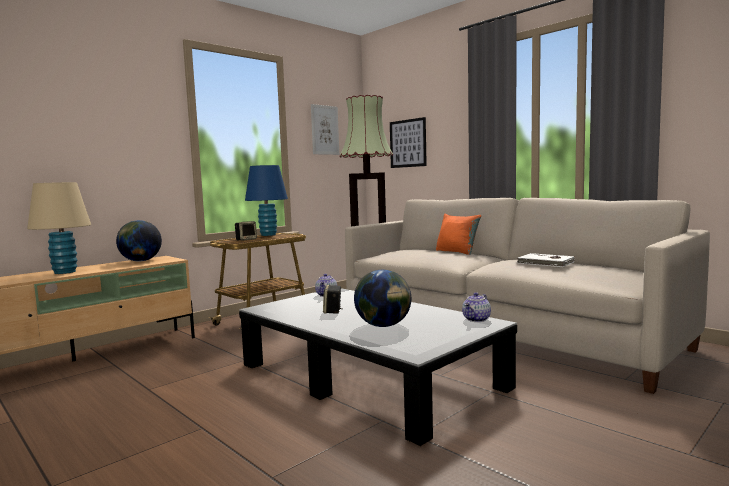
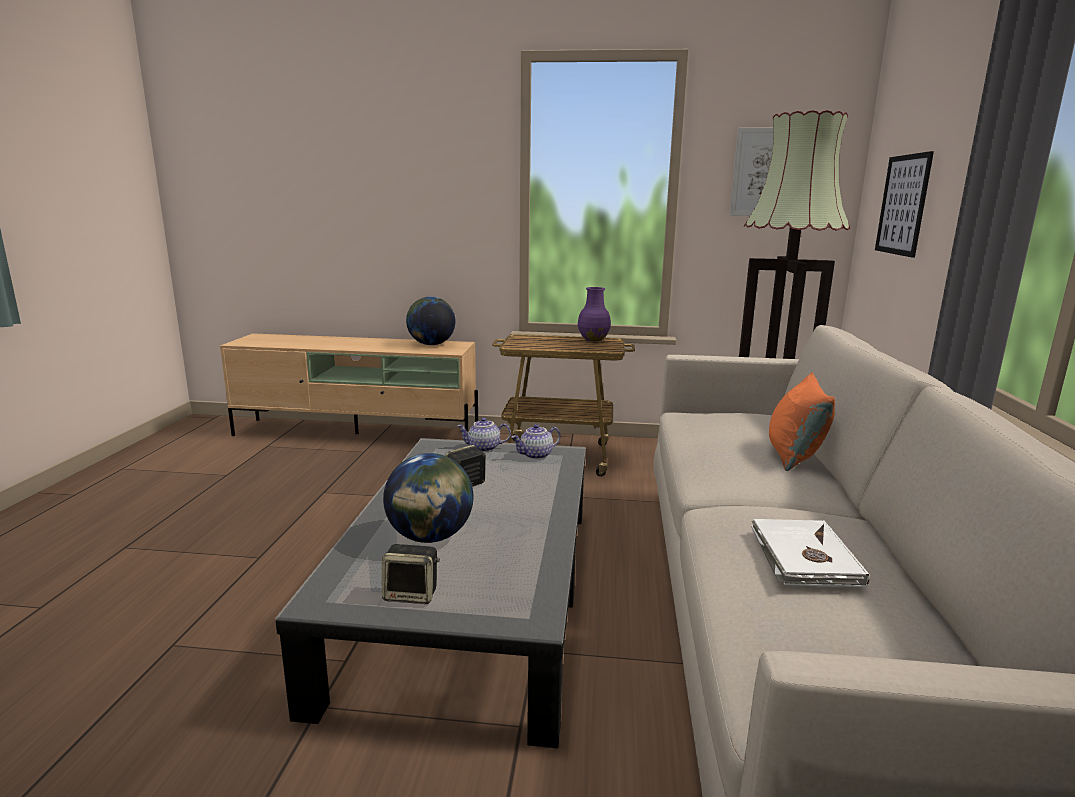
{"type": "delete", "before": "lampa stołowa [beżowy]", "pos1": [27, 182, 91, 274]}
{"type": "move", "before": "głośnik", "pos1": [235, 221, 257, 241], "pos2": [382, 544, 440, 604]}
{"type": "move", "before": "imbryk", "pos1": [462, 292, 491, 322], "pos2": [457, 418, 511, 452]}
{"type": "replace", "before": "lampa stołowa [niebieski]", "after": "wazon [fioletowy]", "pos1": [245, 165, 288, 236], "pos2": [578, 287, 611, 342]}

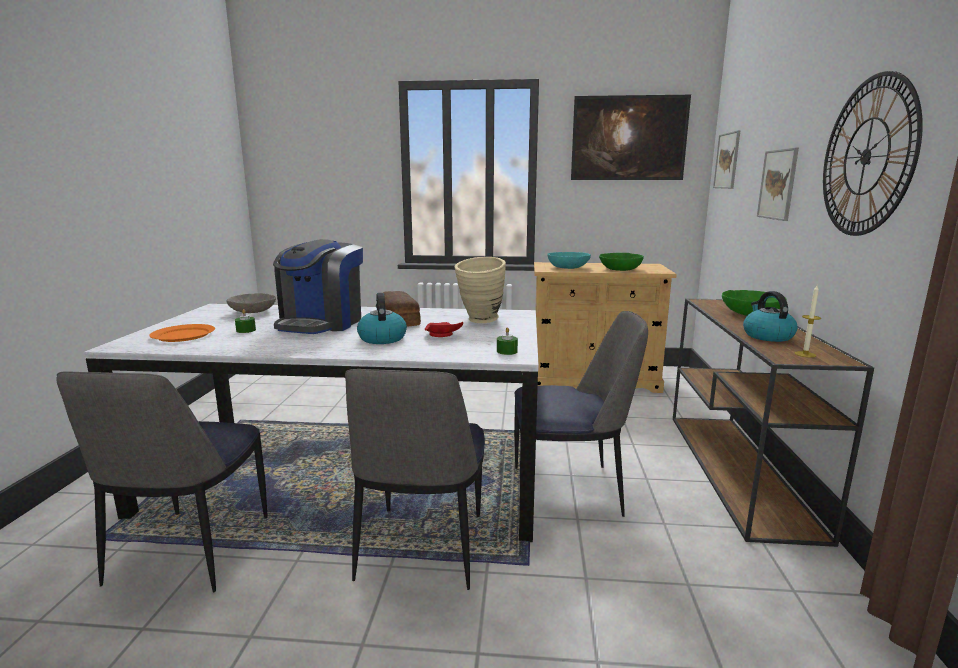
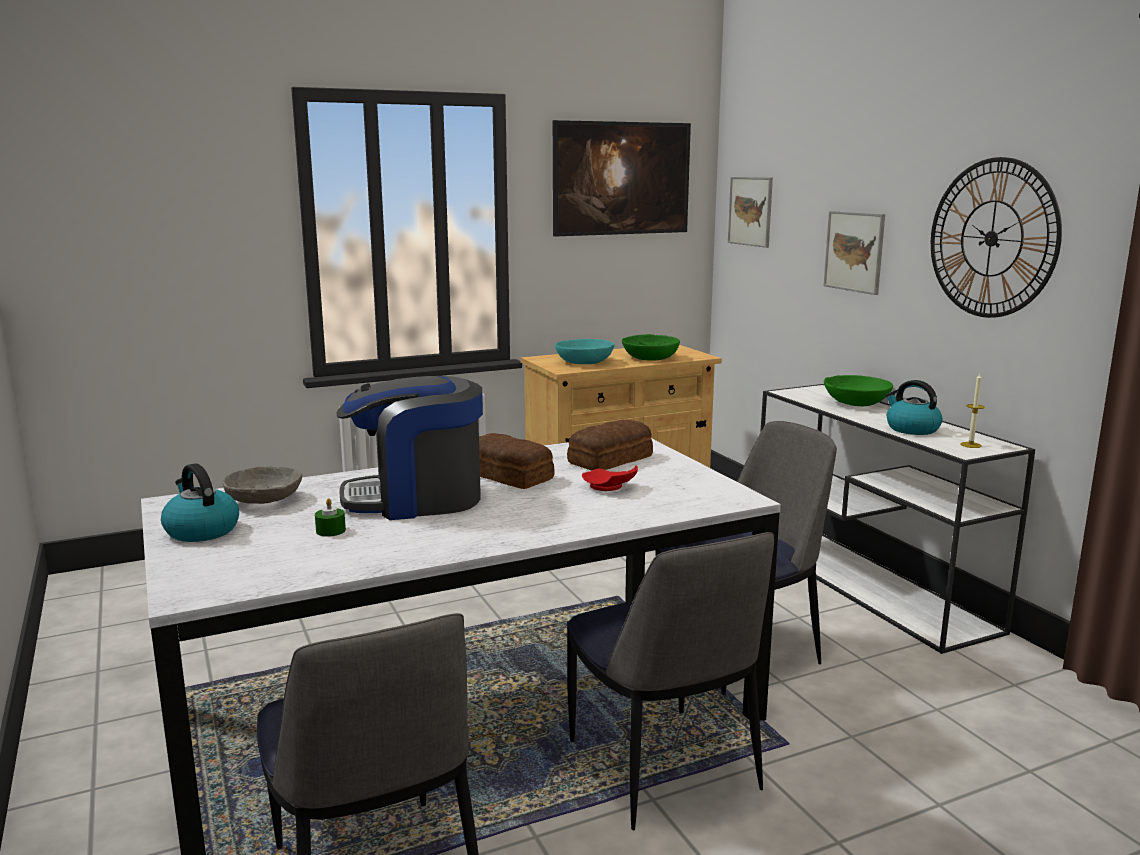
{"type": "delete", "before": "talerz [pomarańczowy]", "pos1": [149, 324, 215, 342]}
{"type": "delete", "before": "świeca [zielony]", "pos1": [497, 327, 518, 355]}
{"type": "move", "before": "czajnik", "pos1": [357, 293, 407, 344], "pos2": [161, 463, 239, 542]}
{"type": "replace", "before": "wazon [beżowy]", "after": "chleb", "pos1": [455, 257, 506, 323], "pos2": [567, 420, 653, 471]}
{"type": "recolor", "before": "stolik konsolowy [brązowy]", "after": "stolik konsolowy [biały]", "pos1": [673, 298, 874, 547], "pos2": [760, 384, 1035, 654]}
{"type": "rotate", "before": "ekspres do kawy", "pos1": [273, 239, 363, 334], "pos2": [336, 376, 483, 520], "turn": 90}

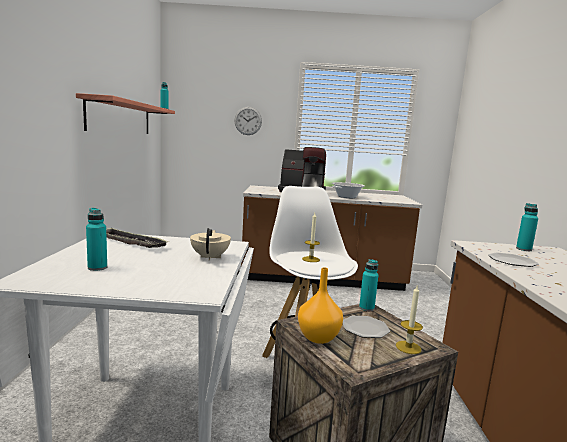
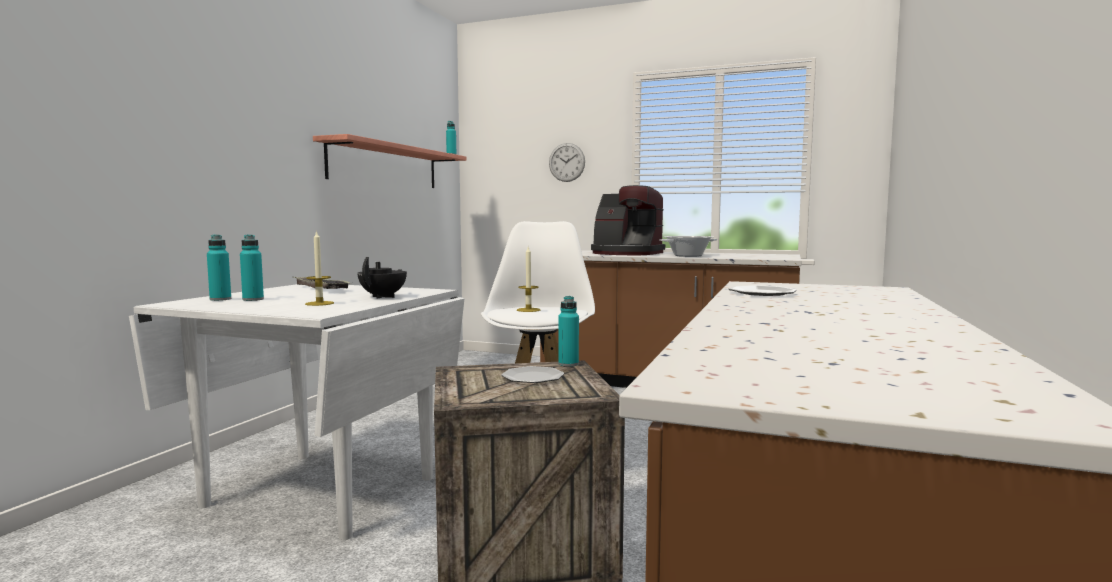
{"type": "delete", "before": "wazon [pomarańczowy]", "pos1": [298, 267, 343, 344]}
{"type": "move", "before": "świeca", "pos1": [396, 286, 423, 354], "pos2": [305, 230, 334, 306]}
{"type": "move", "before": "butelka [turkusowy]", "pos1": [516, 203, 538, 251], "pos2": [207, 234, 231, 301]}
{"type": "recolor", "before": "imbryk [beżowy]", "after": "imbryk [czarny]", "pos1": [190, 228, 231, 261], "pos2": [357, 257, 407, 299]}

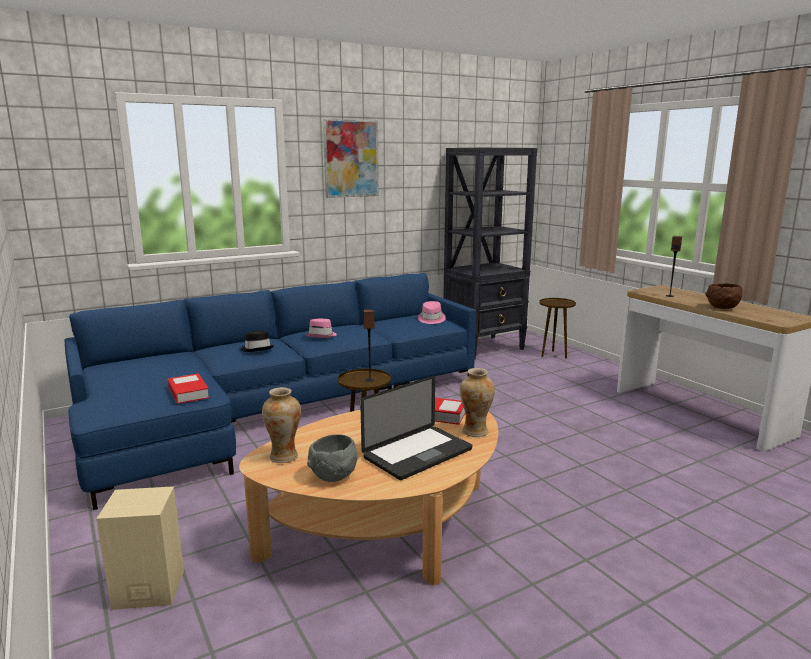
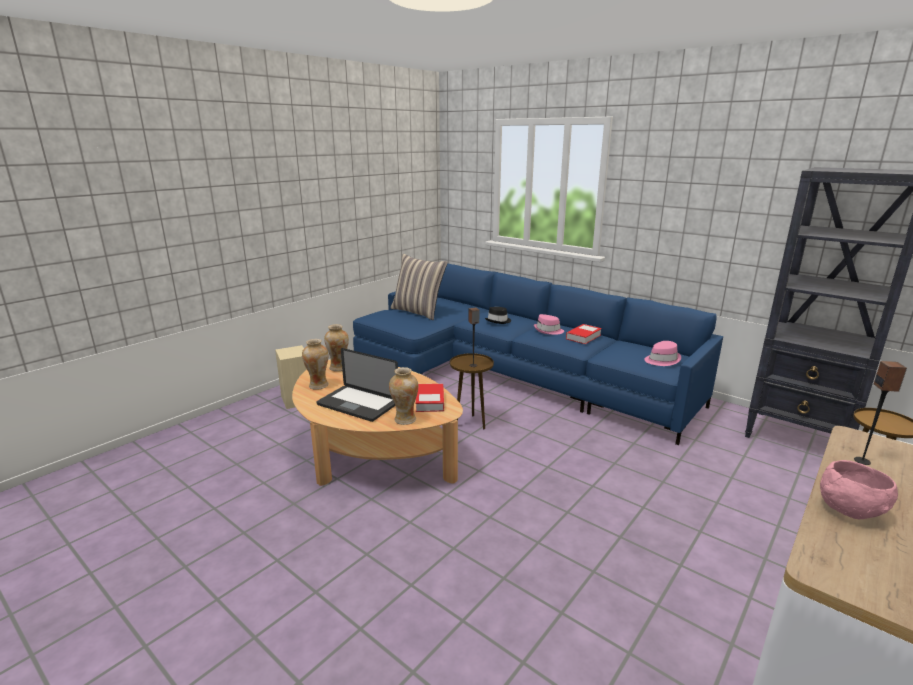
{"type": "delete", "before": "obraz", "pos1": [323, 119, 379, 198]}
{"type": "insert", "after": "poduszka", "pos2": [391, 253, 448, 320]}
{"type": "move", "before": "książka", "pos1": [168, 373, 209, 404], "pos2": [566, 324, 602, 344]}
{"type": "replace", "before": "miska [szary]", "after": "wazon", "pos1": [307, 434, 358, 482], "pos2": [302, 339, 329, 390]}
{"type": "recolor", "before": "miska [brązowy]", "after": "miska [różowy]", "pos1": [705, 283, 743, 309], "pos2": [820, 460, 898, 519]}

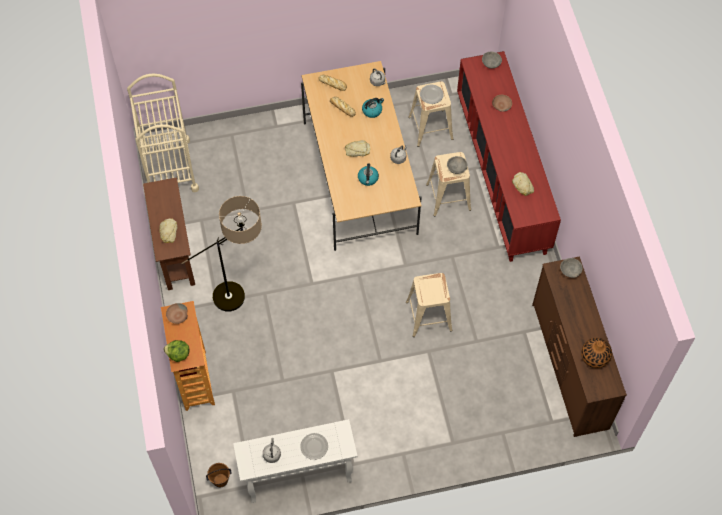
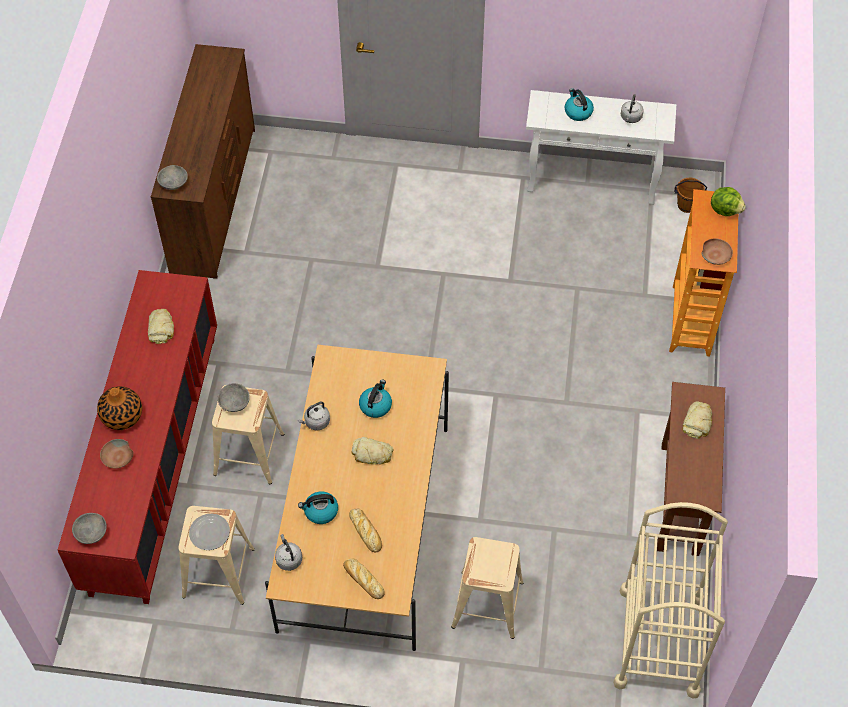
{"type": "delete", "before": "lampa stojąca", "pos1": [181, 196, 262, 311]}
{"type": "move", "before": "stołek [beżowy]", "pos1": [406, 273, 452, 337], "pos2": [451, 537, 523, 639]}
{"type": "move", "before": "wazon", "pos1": [581, 338, 612, 368], "pos2": [97, 386, 142, 430]}
{"type": "replace", "before": "talerz", "after": "czajnik", "pos1": [300, 433, 328, 460], "pos2": [565, 88, 594, 121]}

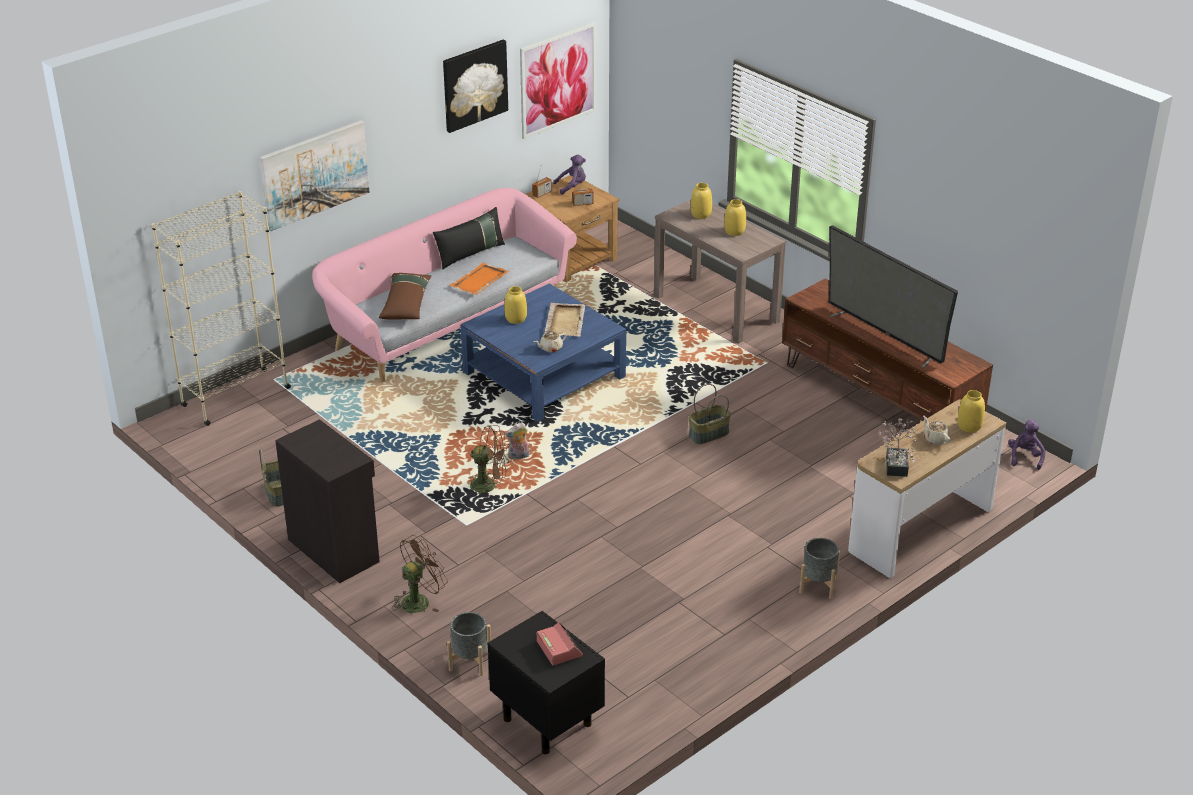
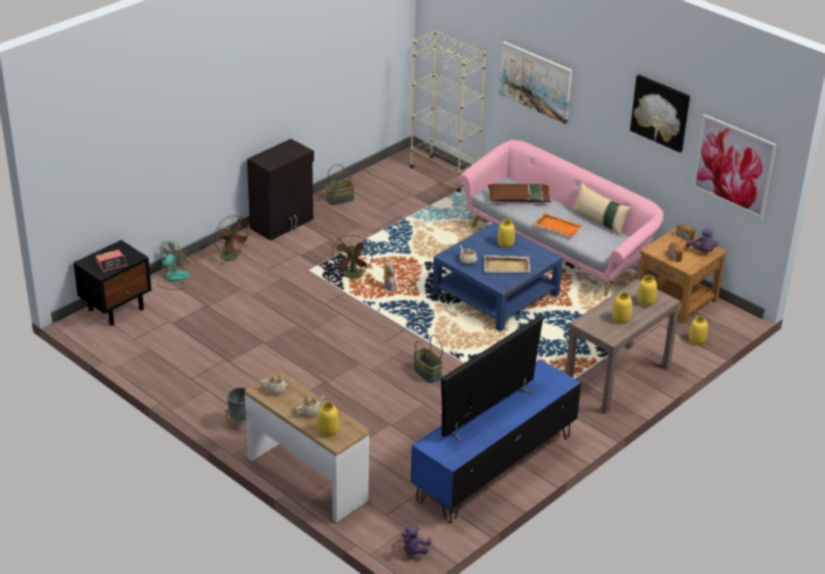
{"type": "insert", "after": "wazon [żółty]", "pos2": [689, 316, 708, 345]}
{"type": "replace", "before": "donica [szary]", "after": "wentylator", "pos1": [447, 612, 491, 676], "pos2": [157, 241, 191, 290]}
{"type": "replace", "before": "roślina doniczkowa", "after": "imbryk [beżowy]", "pos1": [879, 418, 916, 477], "pos2": [260, 375, 293, 395]}
{"type": "recolor", "before": "poduszka [czarny]", "after": "poduszka [beżowy]", "pos1": [433, 207, 505, 269], "pos2": [572, 183, 631, 236]}
{"type": "recolor", "before": "szafka pod telewizor [brązowy]", "after": "szafka pod telewizor [niebieski]", "pos1": [782, 278, 993, 421], "pos2": [411, 359, 581, 523]}
{"type": "rotate", "before": "pluszak [fioletowy]", "pos1": [1008, 420, 1045, 470], "pos2": [401, 526, 432, 555], "turn": 105}

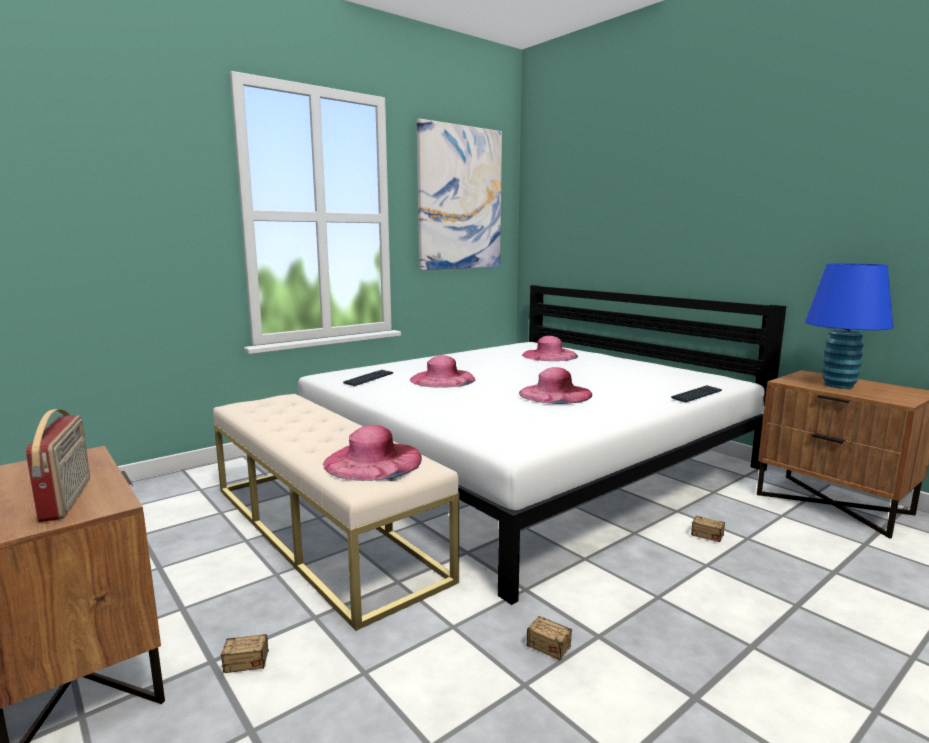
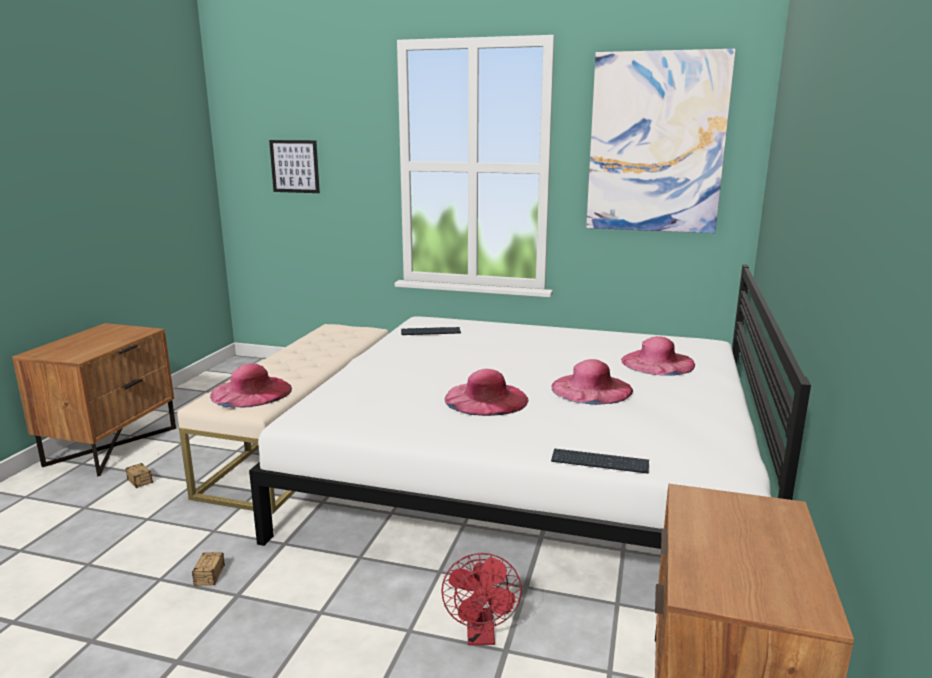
{"type": "delete", "before": "radio", "pos1": [26, 409, 90, 522]}
{"type": "delete", "before": "lampa stołowa [niebieski]", "pos1": [805, 263, 894, 389]}
{"type": "insert", "after": "obraz", "pos2": [269, 140, 320, 193]}
{"type": "move", "before": "kapelusz [różowy]", "pos1": [410, 355, 476, 388], "pos2": [551, 359, 633, 405]}
{"type": "replace", "before": "pojemnik do przechowywania", "after": "wentylator [czerwony]", "pos1": [691, 499, 770, 542], "pos2": [441, 553, 522, 645]}

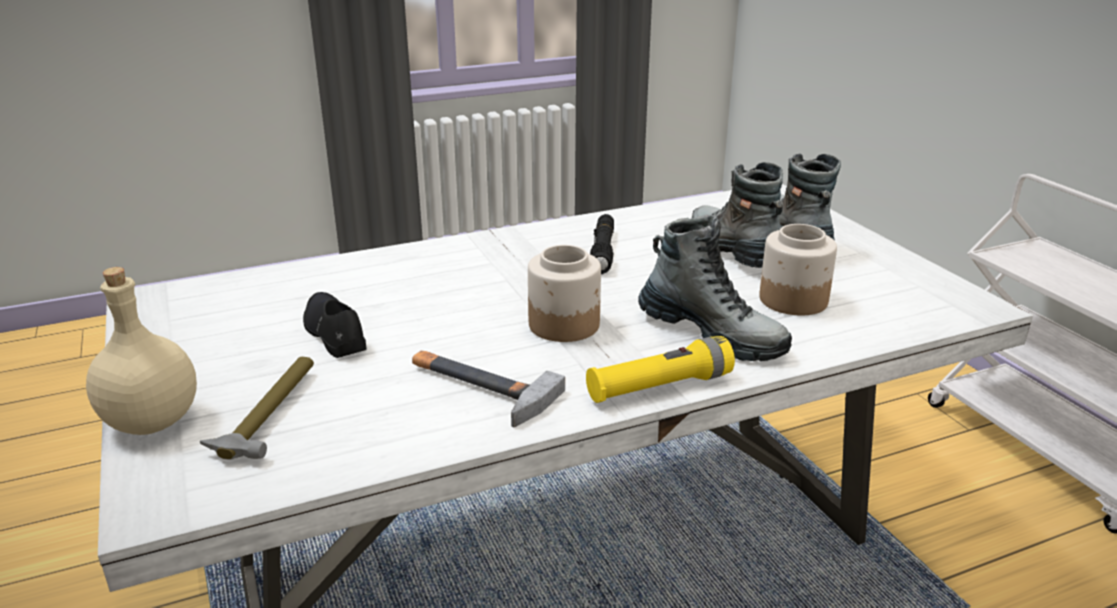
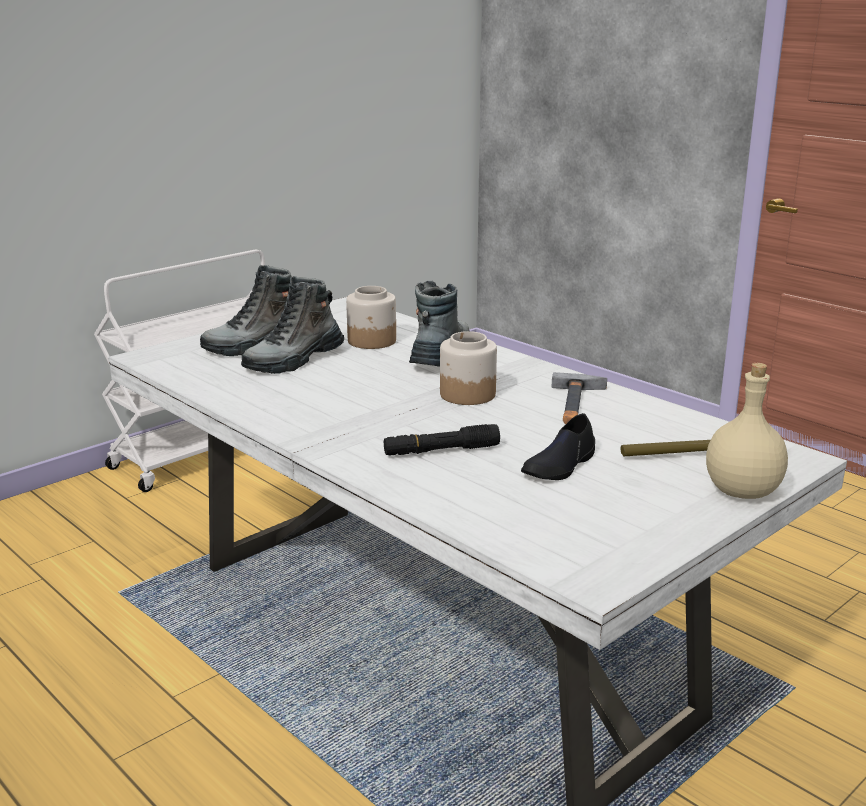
{"type": "delete", "before": "latarka [żółty]", "pos1": [586, 336, 735, 403]}
{"type": "move", "before": "latarka [czarny]", "pos1": [590, 214, 614, 274], "pos2": [384, 424, 500, 456]}

